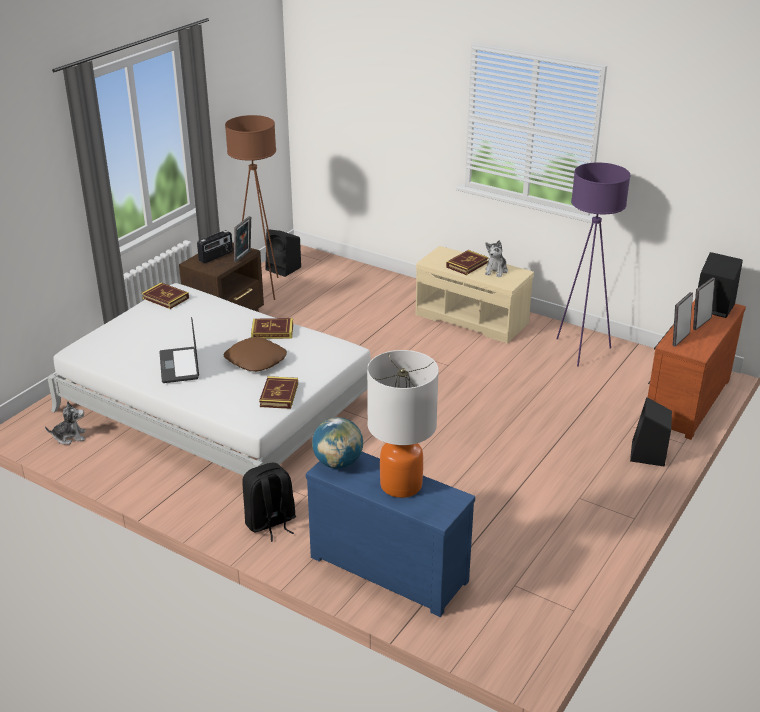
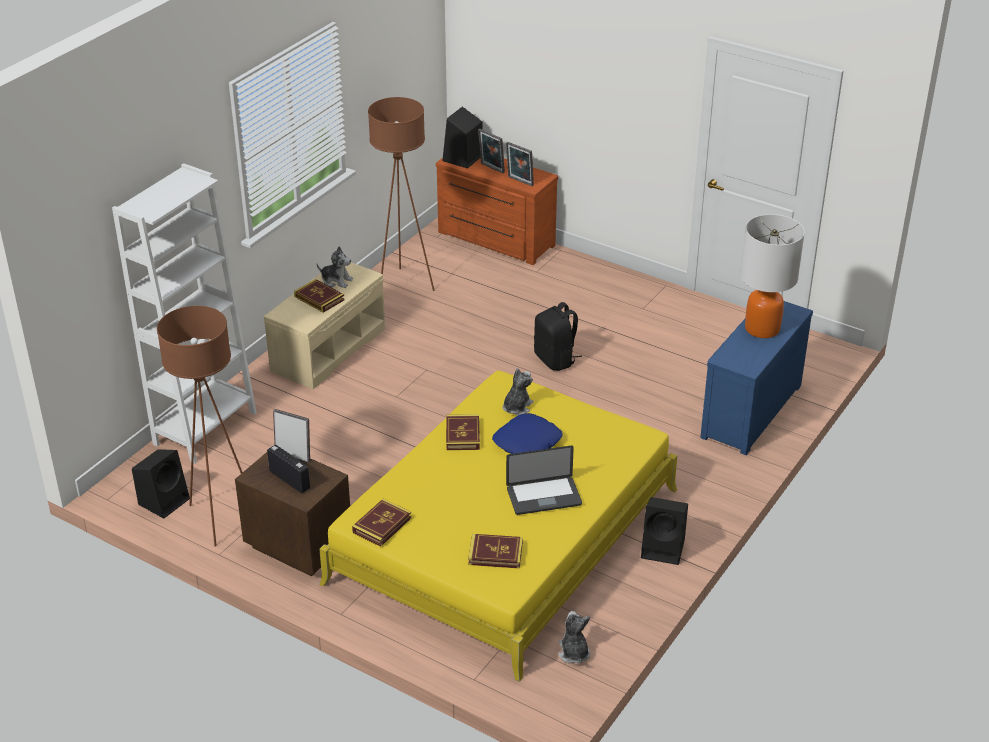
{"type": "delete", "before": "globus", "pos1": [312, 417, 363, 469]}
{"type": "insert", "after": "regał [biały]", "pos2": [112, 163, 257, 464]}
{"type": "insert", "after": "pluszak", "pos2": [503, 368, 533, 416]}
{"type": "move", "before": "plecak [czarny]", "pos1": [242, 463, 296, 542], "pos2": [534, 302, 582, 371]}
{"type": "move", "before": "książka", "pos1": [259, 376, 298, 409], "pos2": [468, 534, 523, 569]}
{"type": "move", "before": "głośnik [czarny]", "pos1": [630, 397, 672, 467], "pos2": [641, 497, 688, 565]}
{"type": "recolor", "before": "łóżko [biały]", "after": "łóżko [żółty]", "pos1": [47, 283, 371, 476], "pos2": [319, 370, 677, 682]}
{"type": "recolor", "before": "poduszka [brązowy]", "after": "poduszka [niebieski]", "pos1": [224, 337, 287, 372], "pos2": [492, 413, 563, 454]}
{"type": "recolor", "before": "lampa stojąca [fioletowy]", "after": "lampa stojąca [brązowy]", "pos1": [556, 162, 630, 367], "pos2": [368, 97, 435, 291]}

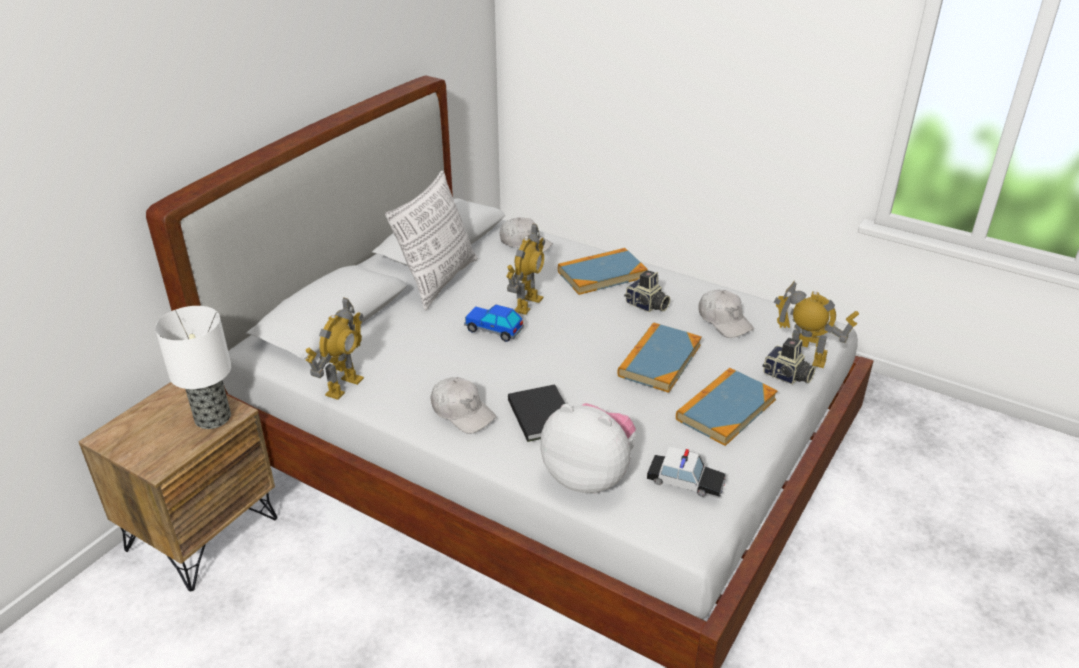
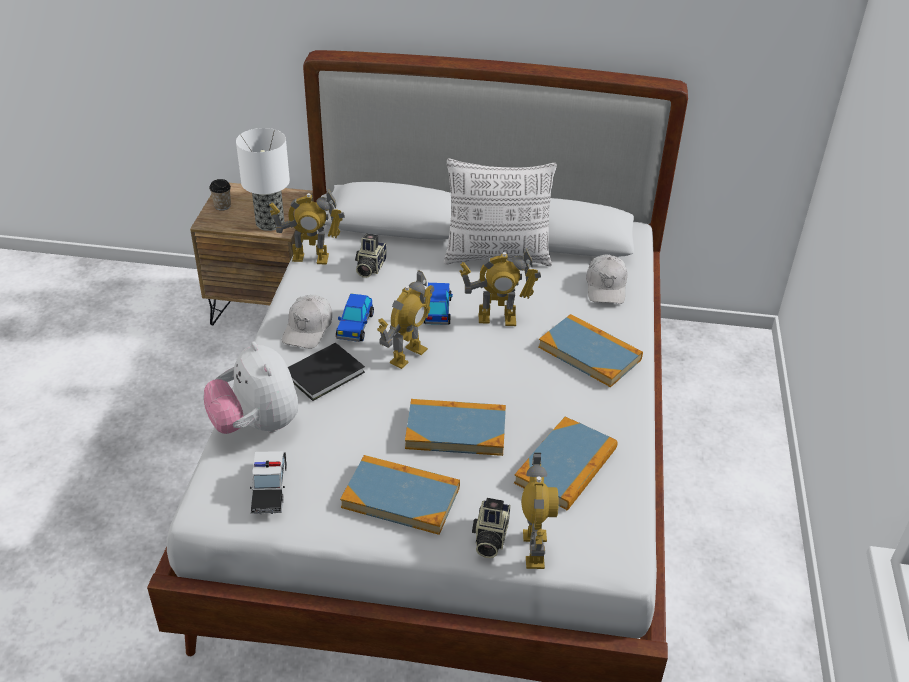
{"type": "insert", "after": "filiżanka", "pos2": [209, 179, 231, 211]}
{"type": "insert", "after": "samochodzik", "pos2": [336, 293, 374, 342]}
{"type": "insert", "after": "robot zabawkowy", "pos2": [377, 270, 434, 369]}
{"type": "move", "before": "aparat fotograficzny", "pos1": [624, 270, 670, 312], "pos2": [355, 233, 387, 278]}
{"type": "replace", "before": "czapka z daszkiem [biały]", "after": "książka", "pos1": [699, 290, 754, 338], "pos2": [514, 417, 617, 510]}
{"type": "rotate", "before": "pluszak", "pos1": [540, 403, 636, 494], "pos2": [204, 341, 298, 434], "turn": 150}

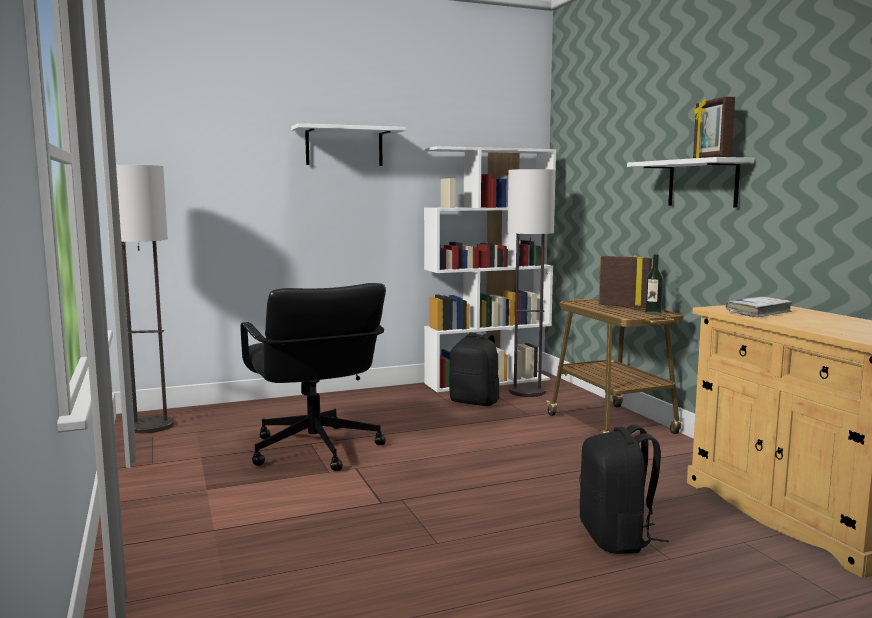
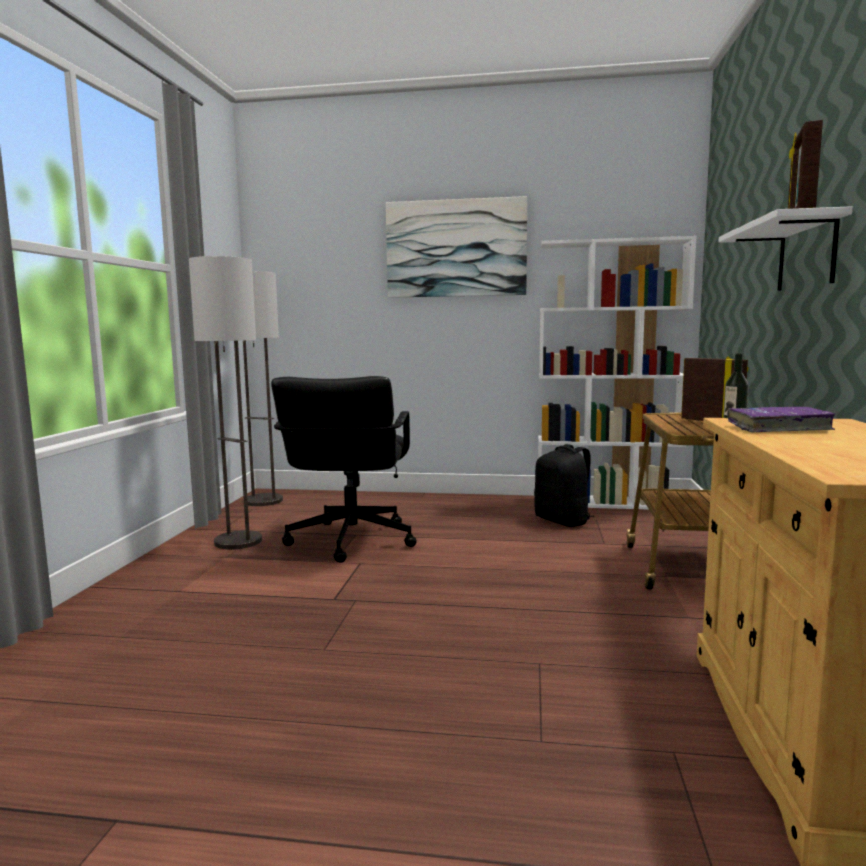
{"type": "delete", "before": "plecak [czarny]", "pos1": [579, 424, 669, 554]}
{"type": "move", "before": "lampa stojąca", "pos1": [507, 169, 556, 397], "pos2": [189, 256, 262, 549]}
{"type": "replace", "before": "półka [biały]", "after": "obraz", "pos1": [291, 123, 406, 166], "pos2": [386, 196, 527, 298]}
{"type": "recolor", "before": "książka [biały]", "after": "książka [fioletowy]", "pos1": [726, 297, 792, 317], "pos2": [727, 407, 836, 432]}

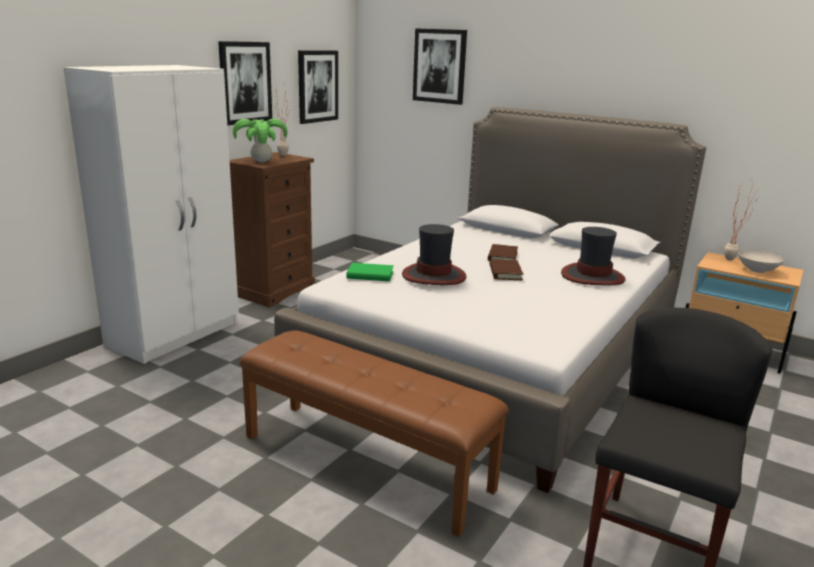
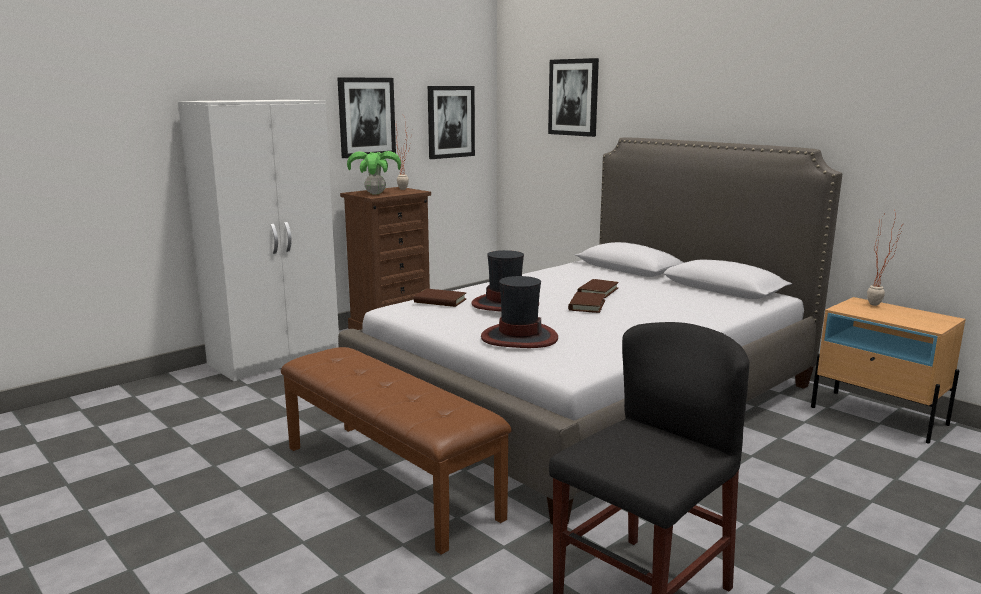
{"type": "delete", "before": "miska [biały]", "pos1": [738, 250, 784, 273]}
{"type": "move", "before": "kapelusz", "pos1": [561, 227, 625, 285], "pos2": [481, 276, 558, 348]}
{"type": "recolor", "before": "książka [zielony]", "after": "książka [brązowy]", "pos1": [346, 263, 394, 281], "pos2": [414, 289, 467, 307]}

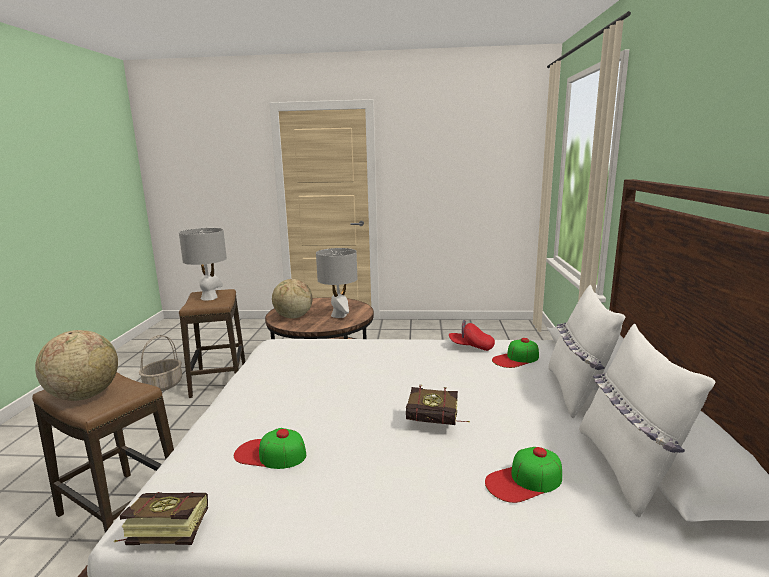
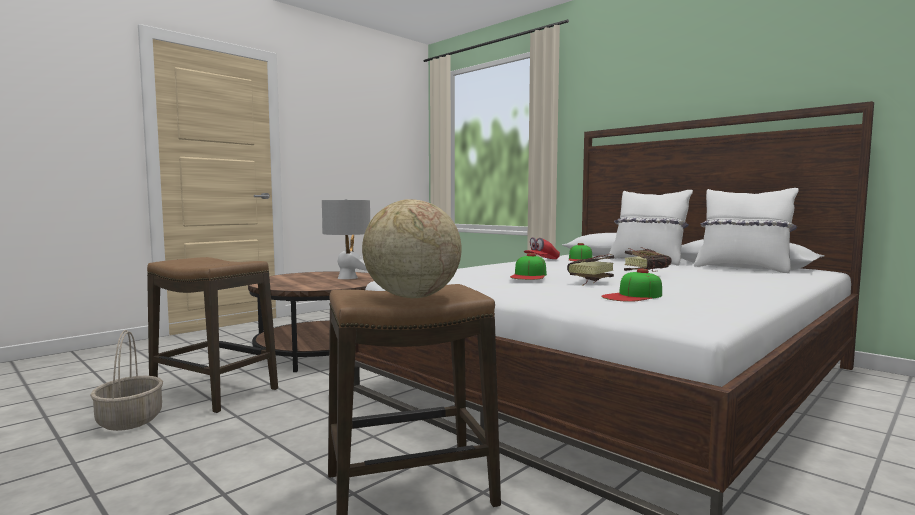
{"type": "delete", "before": "lampa stołowa [szary]", "pos1": [179, 228, 227, 301]}
{"type": "delete", "before": "globus", "pos1": [272, 279, 312, 318]}
{"type": "move", "before": "książka", "pos1": [115, 492, 208, 545], "pos2": [567, 254, 614, 286]}
{"type": "move", "before": "czapka z daszkiem", "pos1": [485, 447, 562, 503], "pos2": [510, 253, 547, 280]}

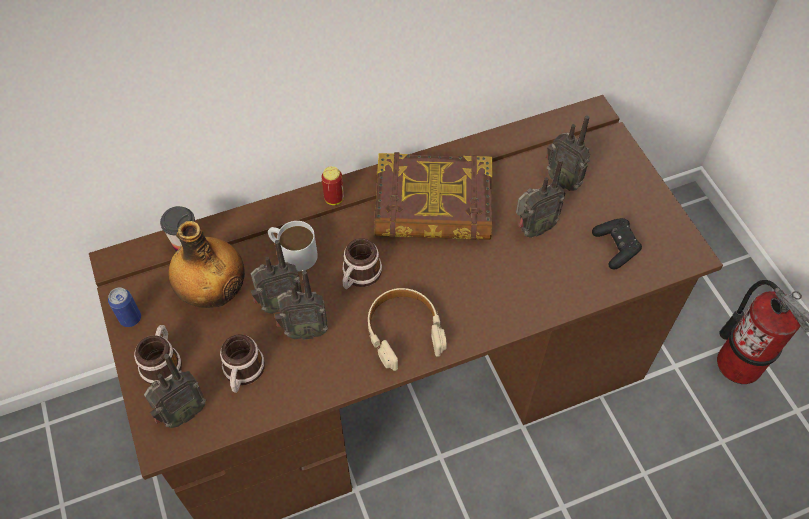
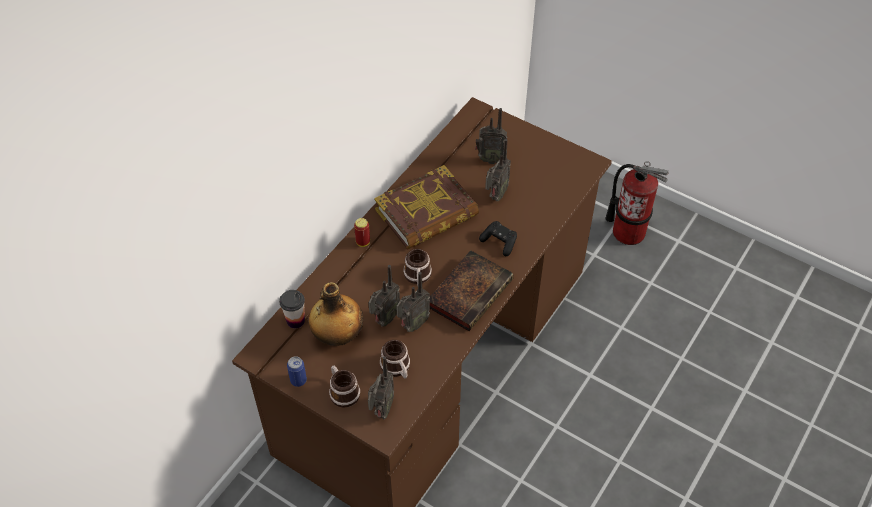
{"type": "delete", "before": "kubek [biały]", "pos1": [268, 221, 318, 271]}
{"type": "move", "before": "pad do gier [czarny]", "pos1": [592, 218, 642, 269], "pos2": [479, 221, 517, 256]}
{"type": "replace", "before": "słuchawki [beżowy]", "after": "książka", "pos1": [368, 288, 447, 371], "pos2": [429, 250, 514, 331]}

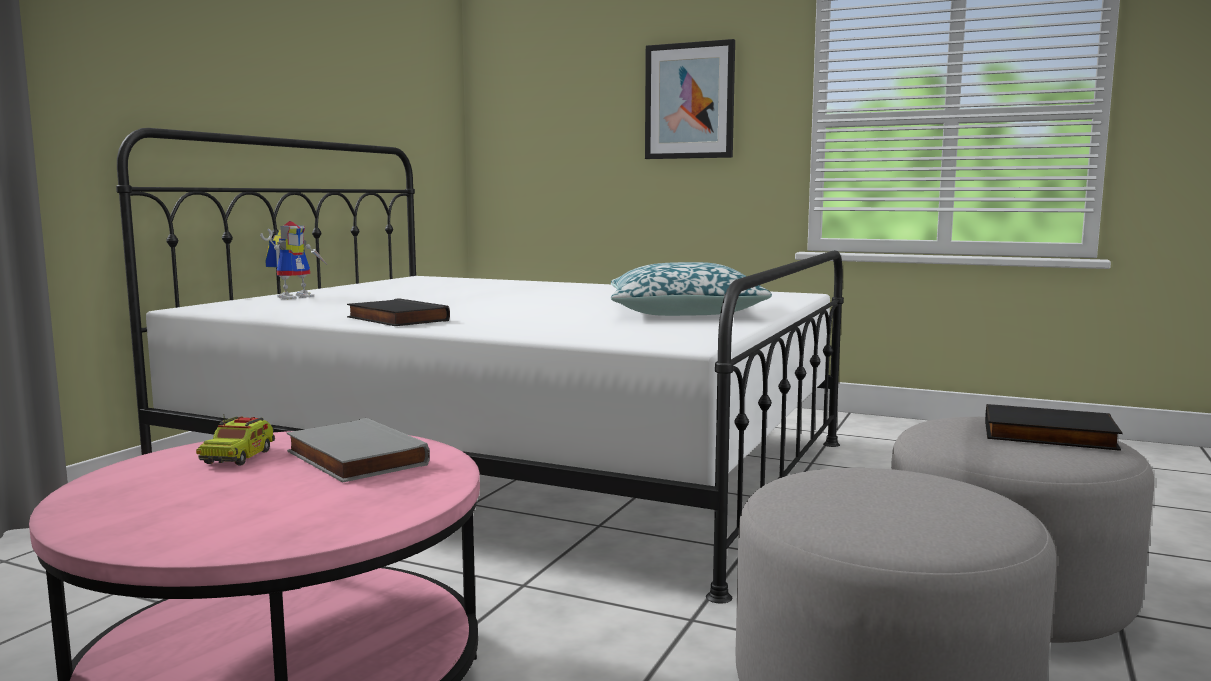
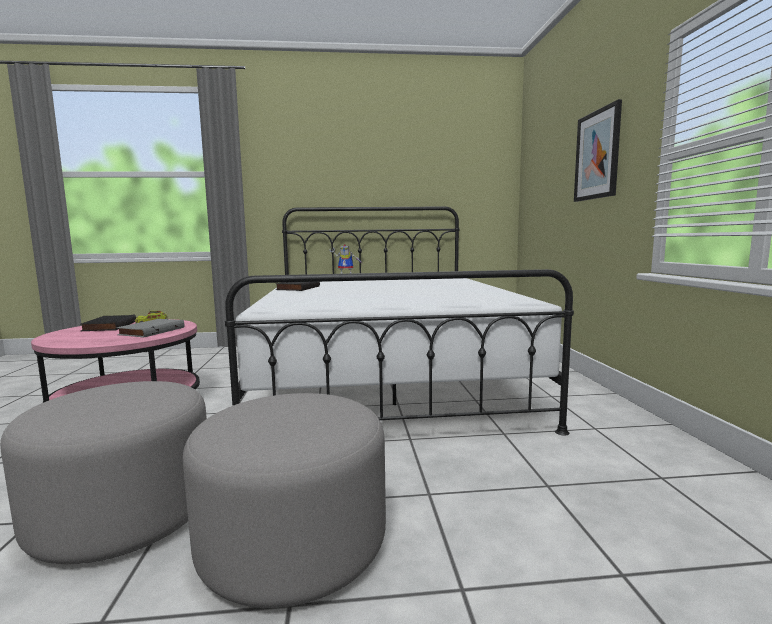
{"type": "delete", "before": "poduszka", "pos1": [611, 262, 772, 316]}
{"type": "move", "before": "książka [czarny]", "pos1": [985, 404, 1122, 451], "pos2": [80, 314, 136, 331]}

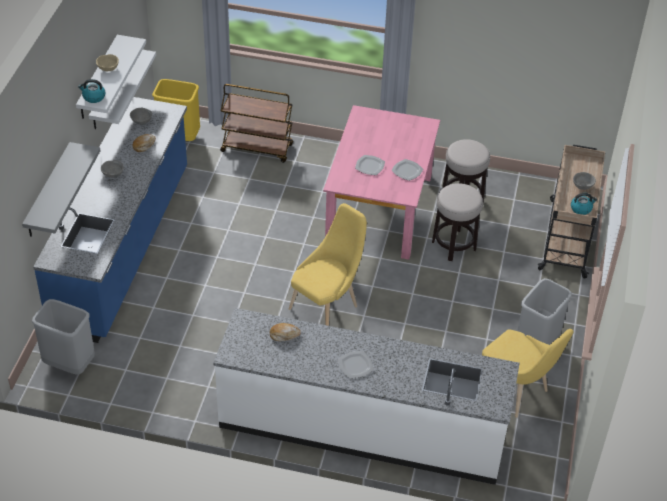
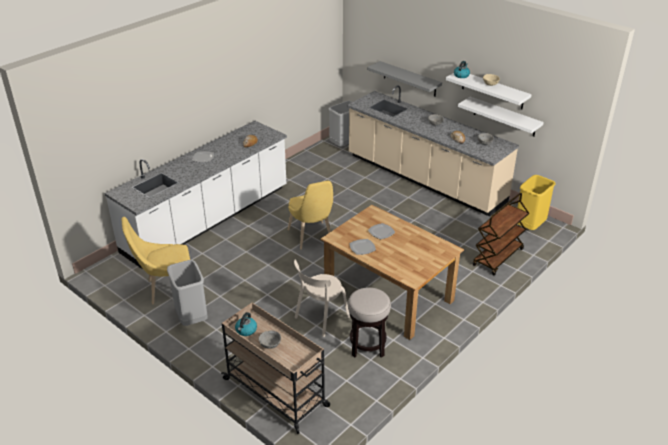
{"type": "replace", "before": "stołek", "after": "krzesło [beżowy]", "pos1": [432, 183, 483, 261], "pos2": [294, 260, 350, 337]}
{"type": "recolor", "before": "zabudowa kuchenna [niebieski]", "after": "zabudowa kuchenna [beżowy]", "pos1": [33, 97, 187, 343], "pos2": [347, 86, 519, 217]}
{"type": "recolor", "before": "stół jadalny [różowy]", "after": "stół jadalny [brązowy]", "pos1": [323, 105, 440, 260], "pos2": [321, 205, 464, 340]}

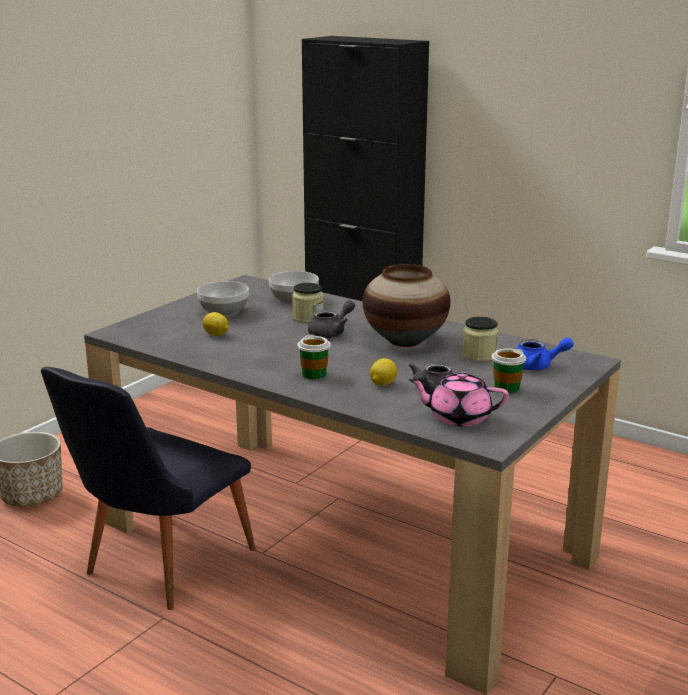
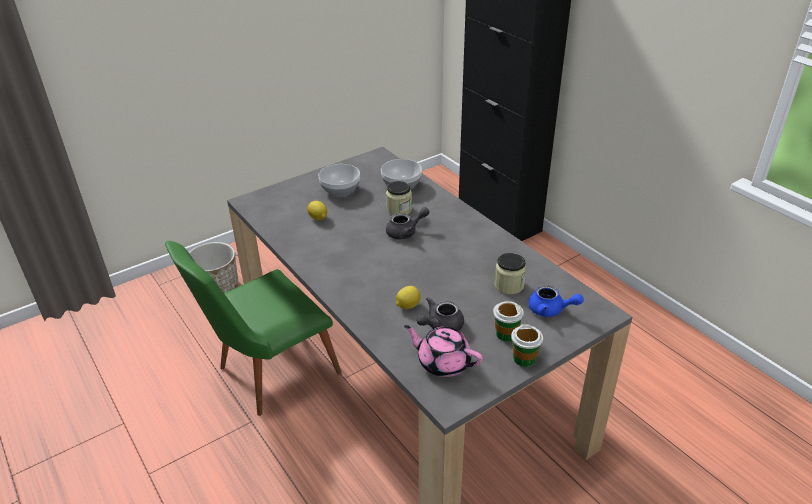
{"type": "delete", "before": "wazon", "pos1": [363, 264, 450, 347]}
{"type": "move", "before": "filiżanka", "pos1": [297, 334, 331, 380], "pos2": [511, 324, 543, 367]}
{"type": "recolor", "before": "krzesło [czarny]", "after": "krzesło [zielony]", "pos1": [41, 367, 256, 610], "pos2": [165, 241, 342, 416]}

